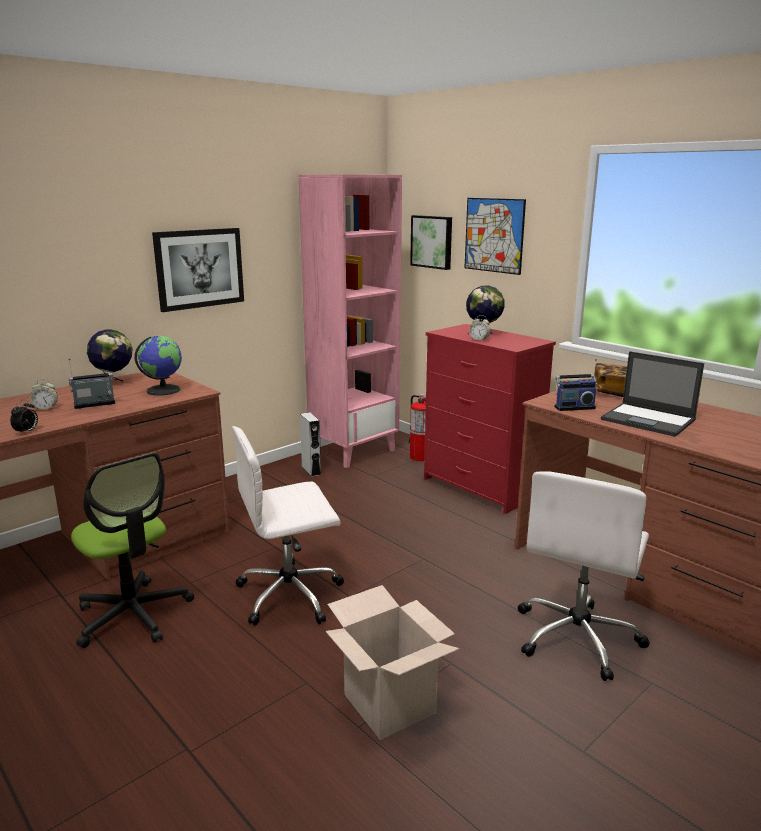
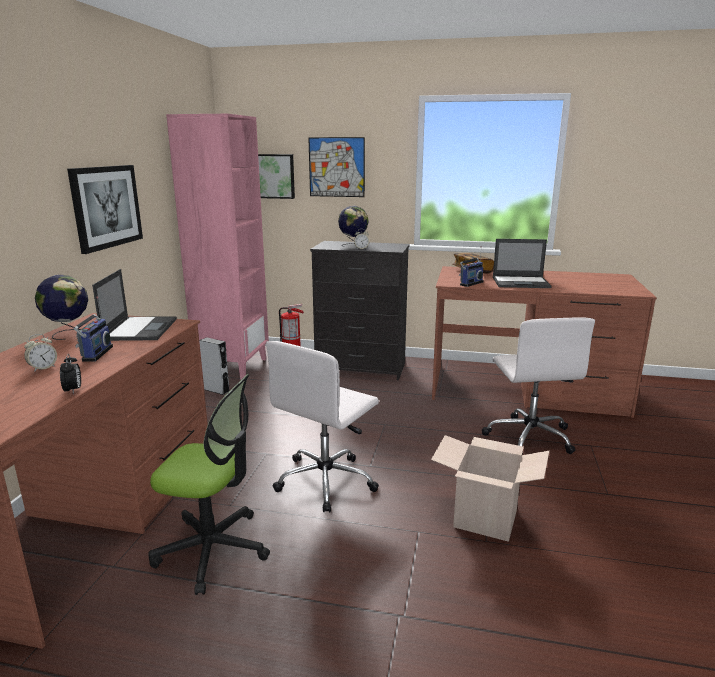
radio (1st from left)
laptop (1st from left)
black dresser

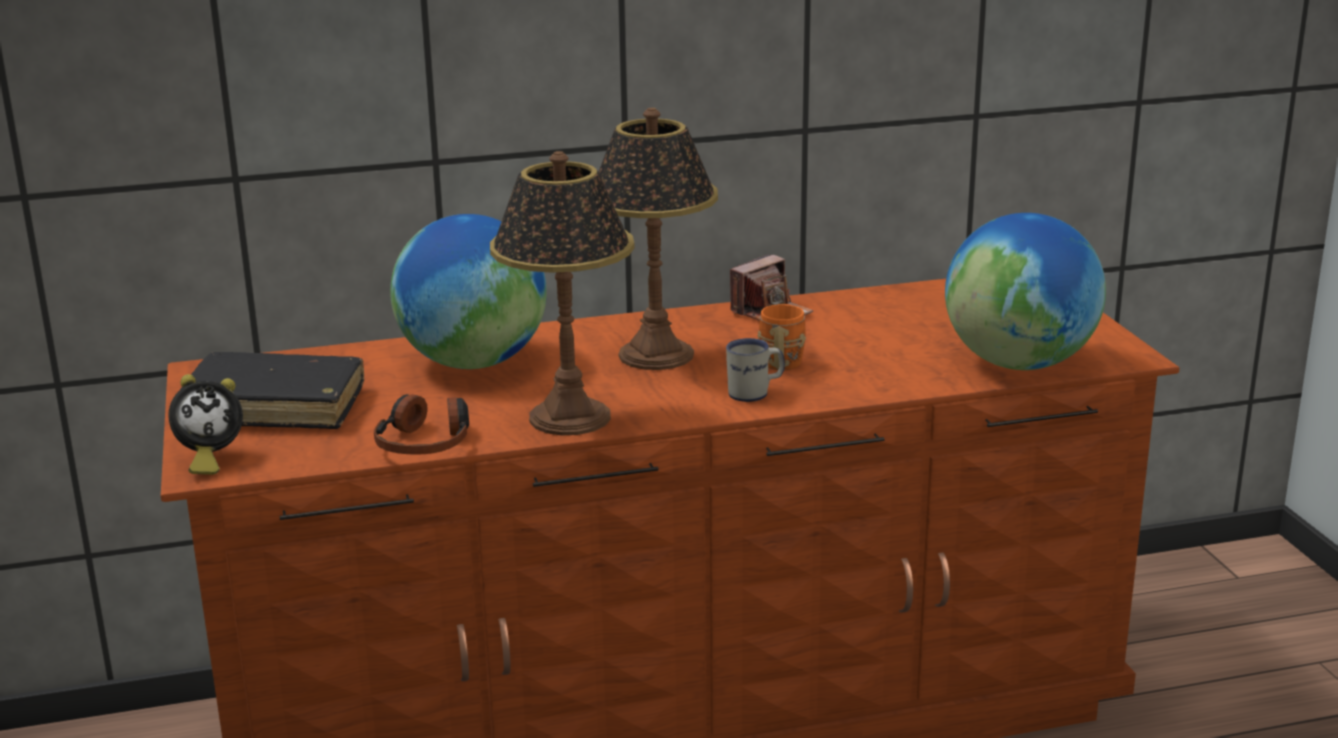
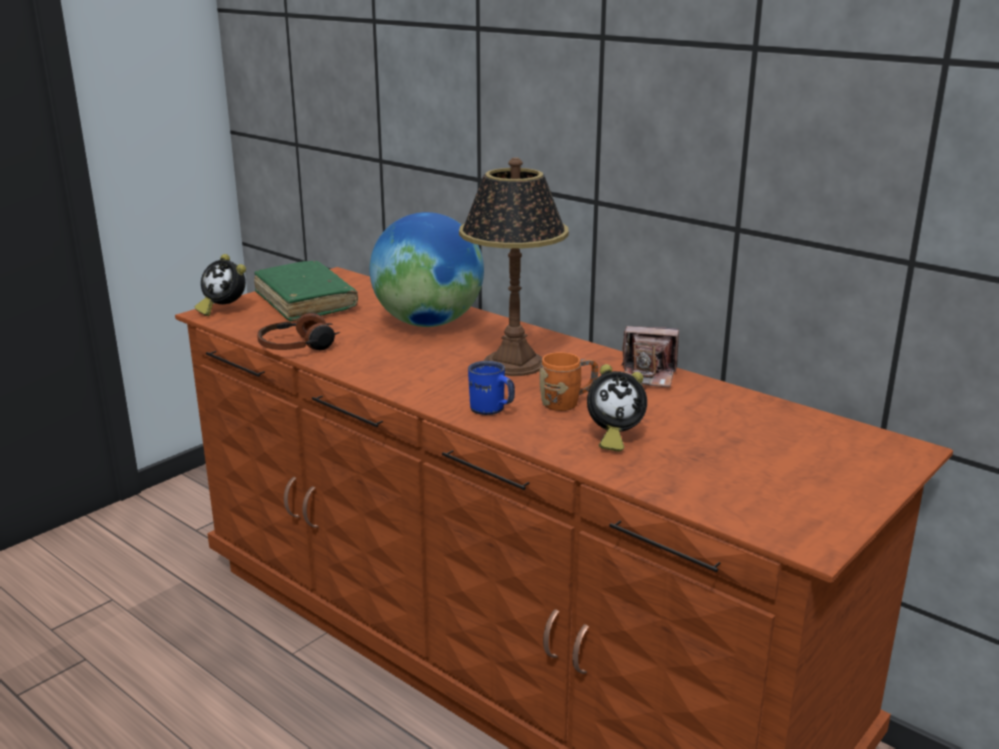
green book
blue mug
alarm clock (2nd from left)
table lamp (1st from left in the first image)
globe (2nd from left in the first image)

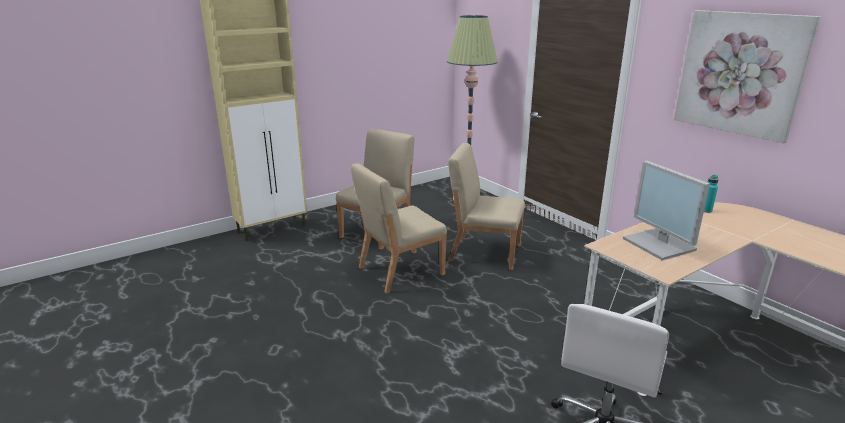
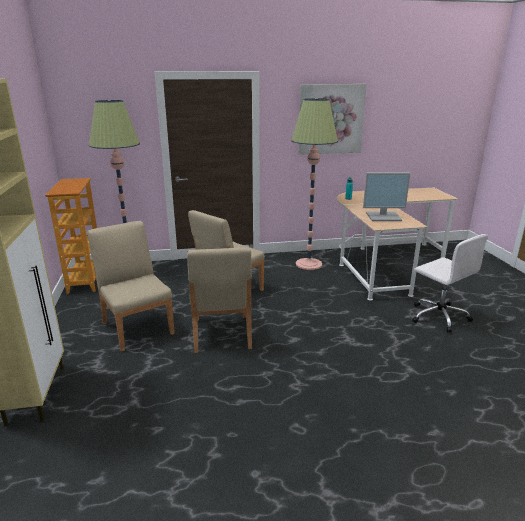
bookcase
floor lamp (2nd from left)

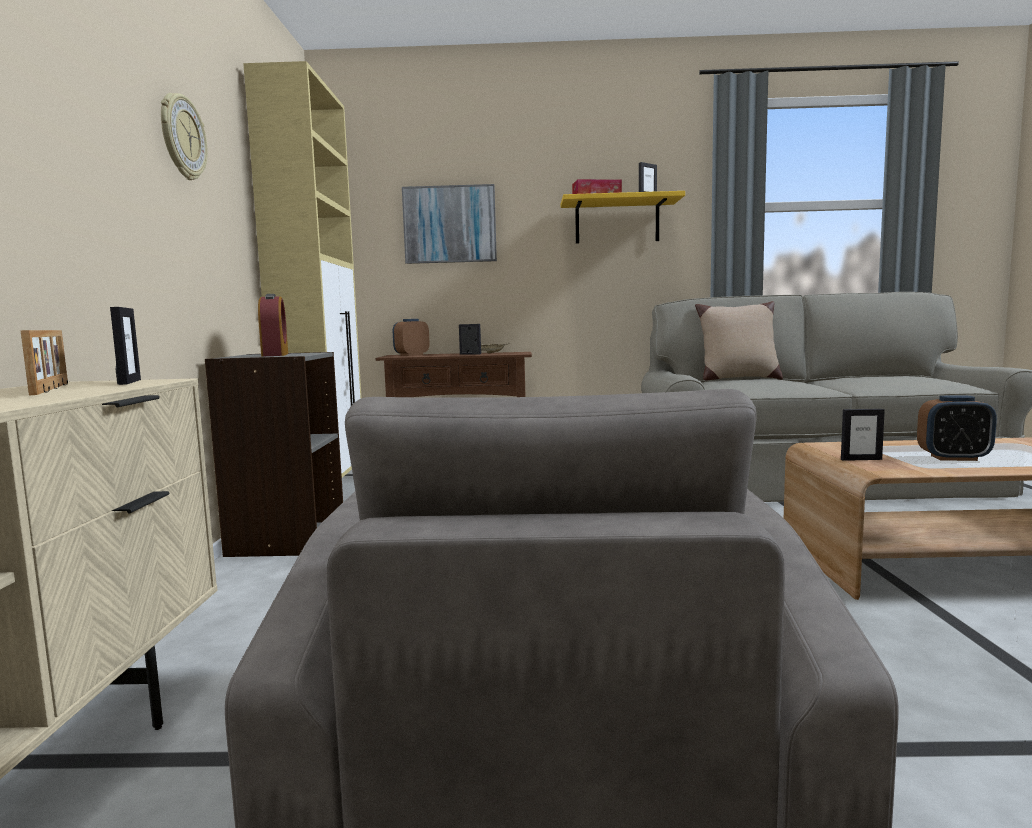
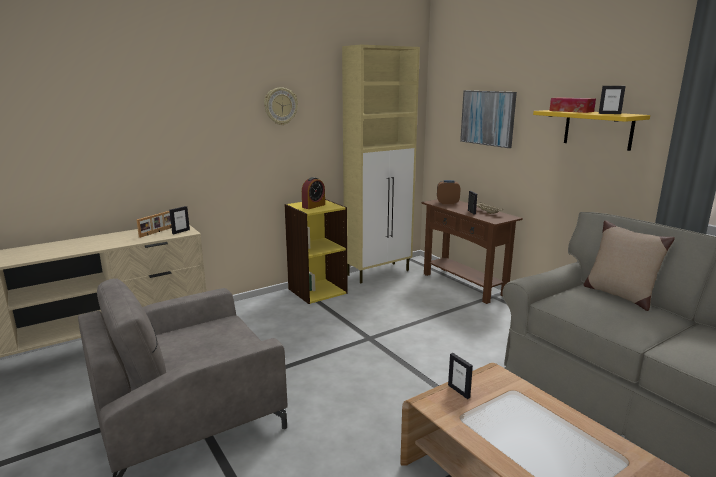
yellow bookcase
alarm clock (3rd from left in the first image)

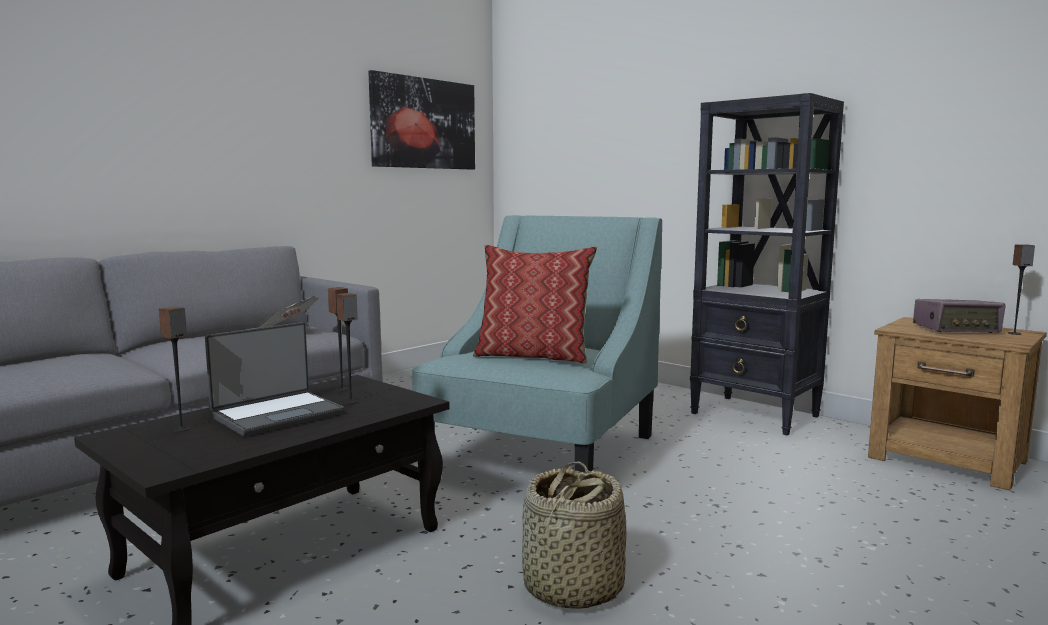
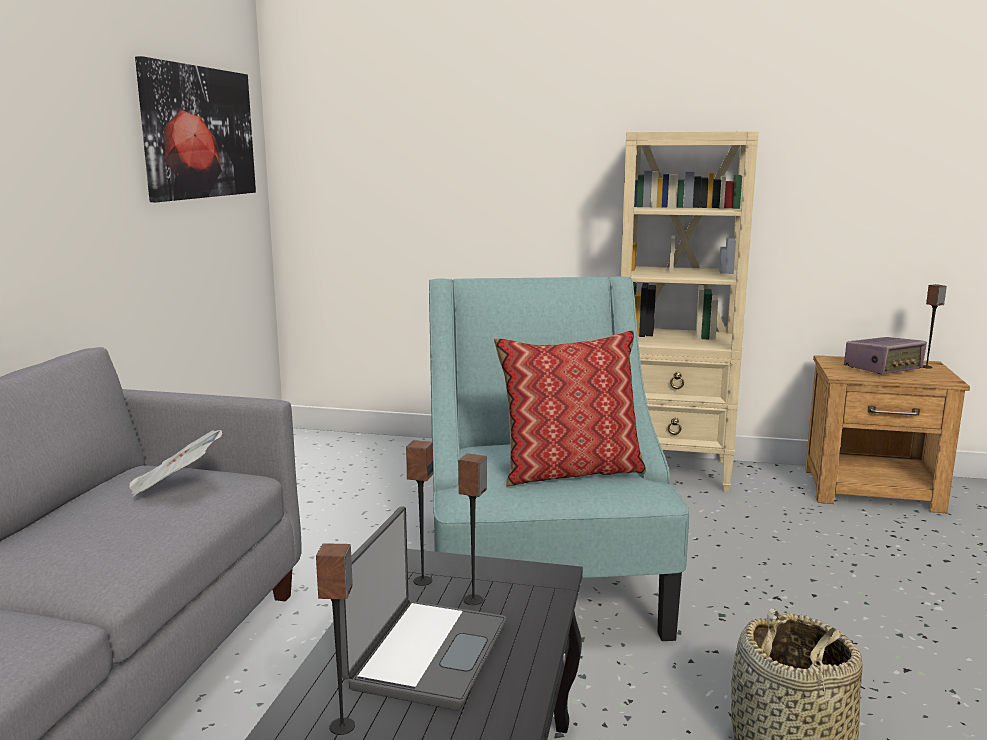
beige bookcase

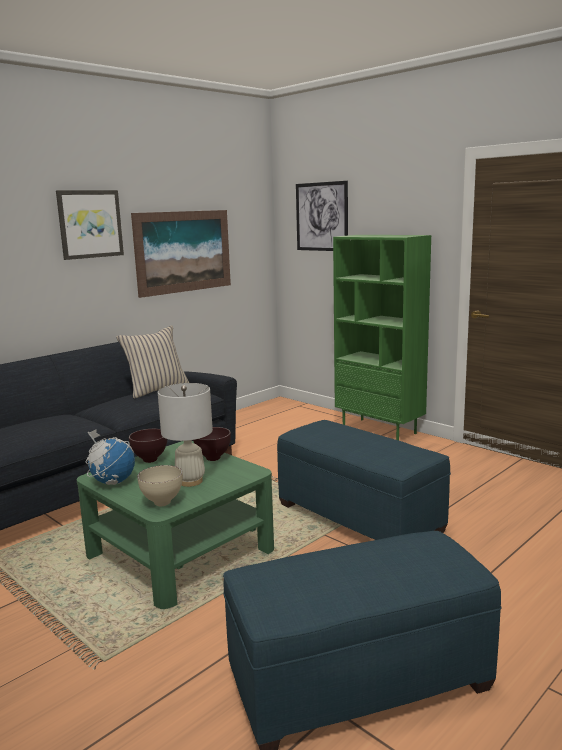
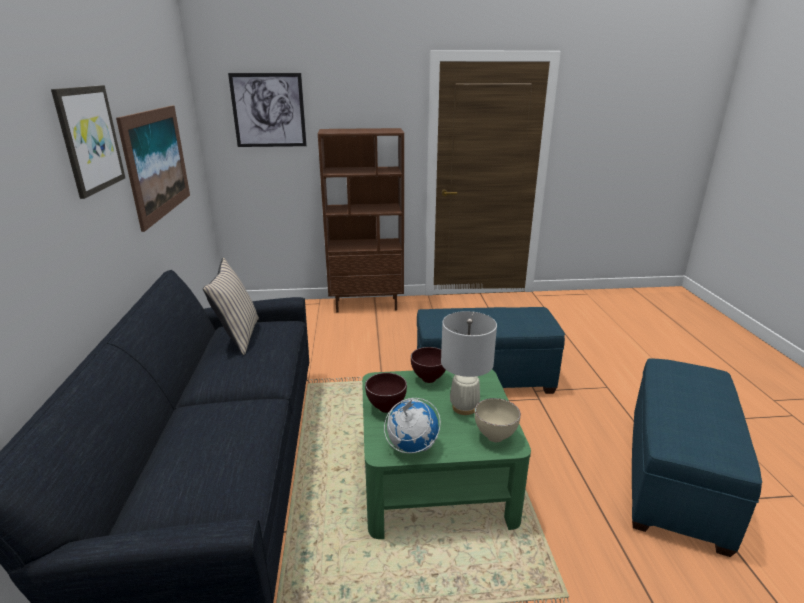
brown bookcase

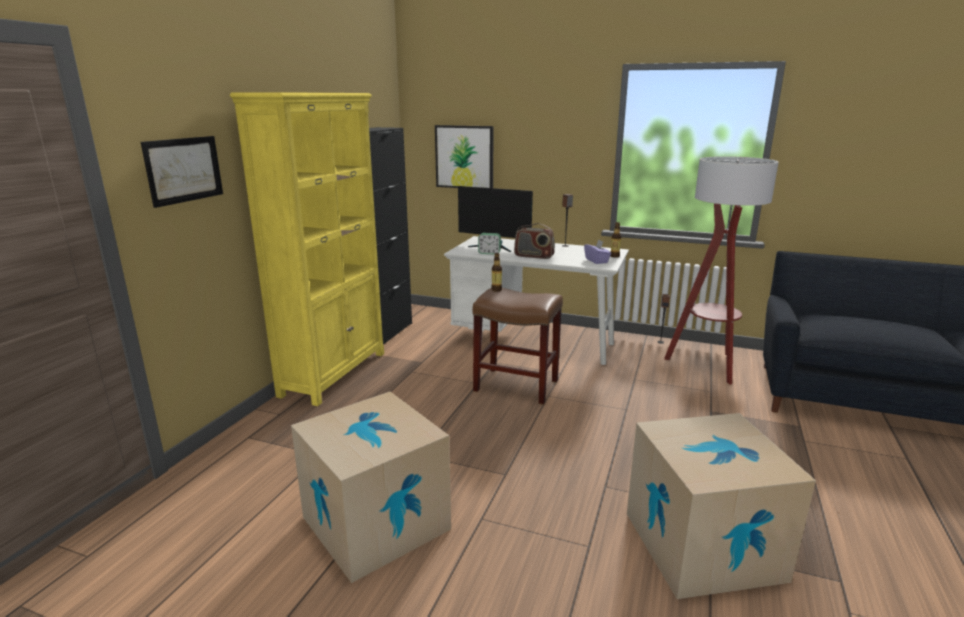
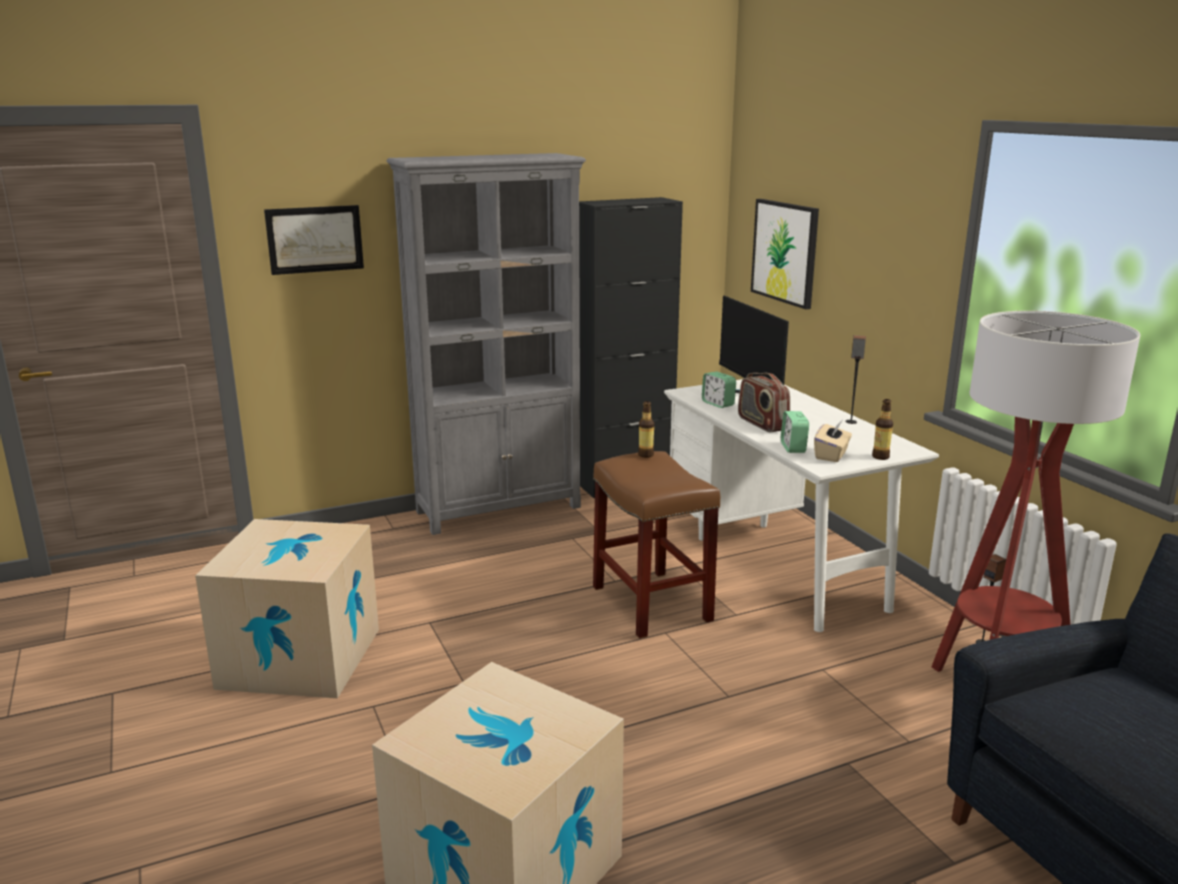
grey bookcase
alarm clock (2nd from left)
beige tissue box

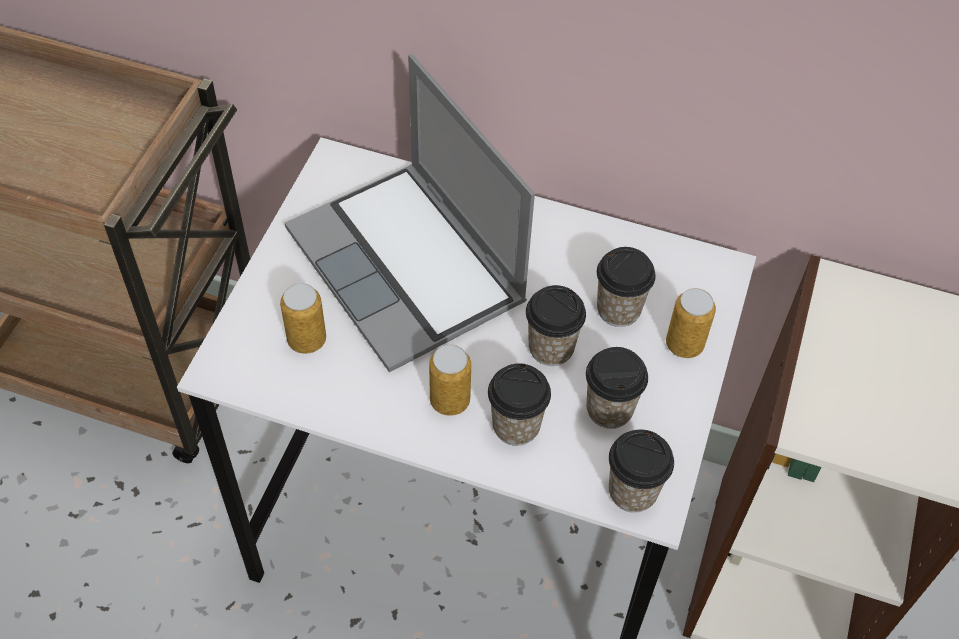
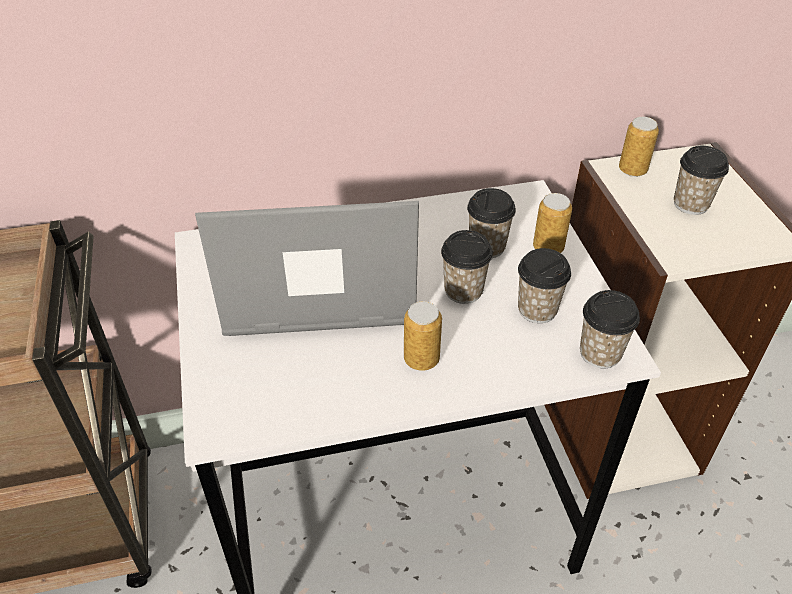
laptop
can (3rd from left)
cup (5th from left)

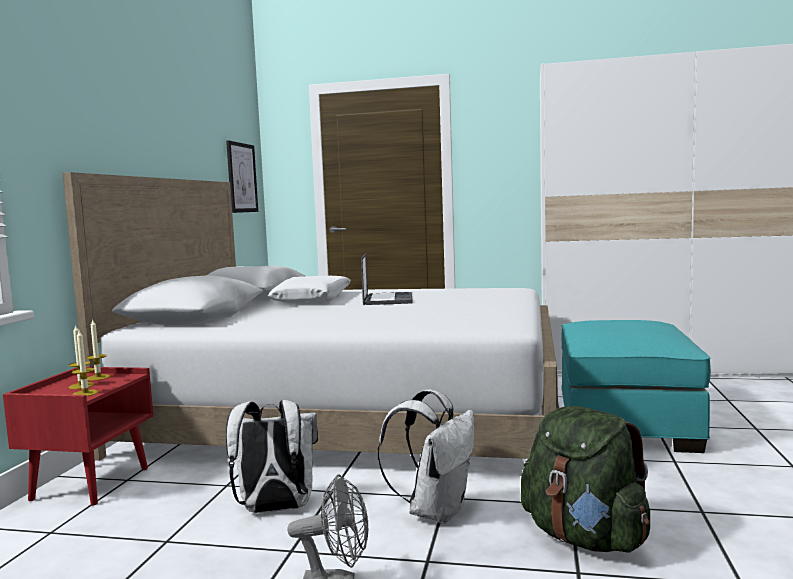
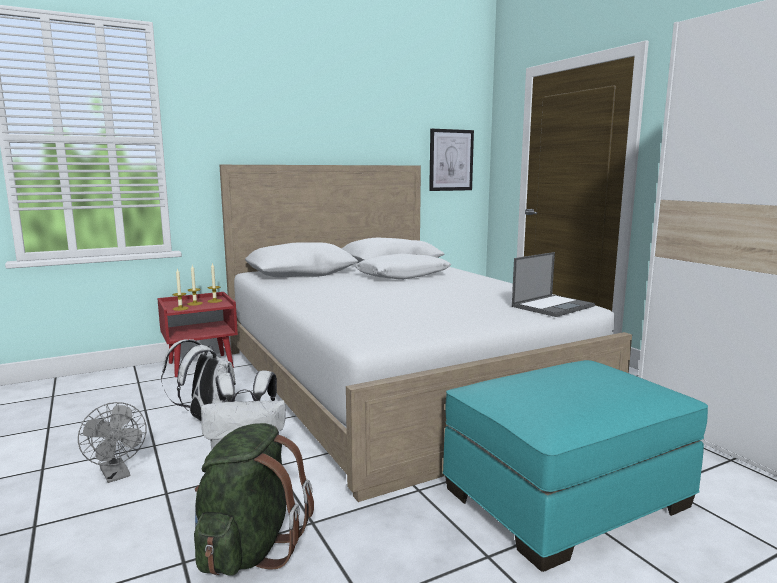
laptop

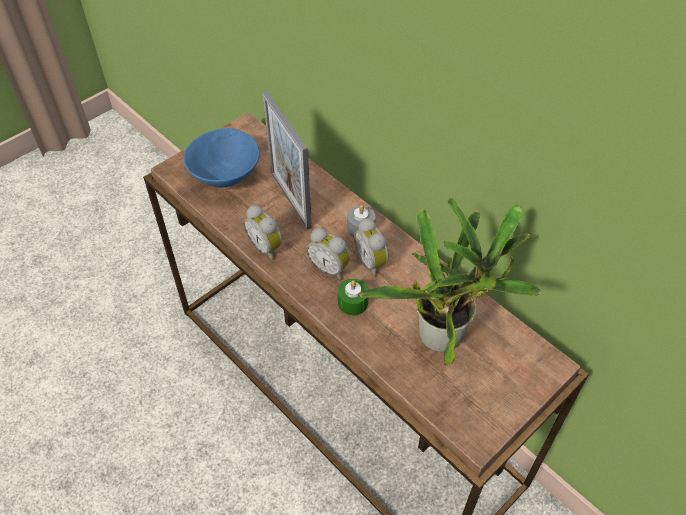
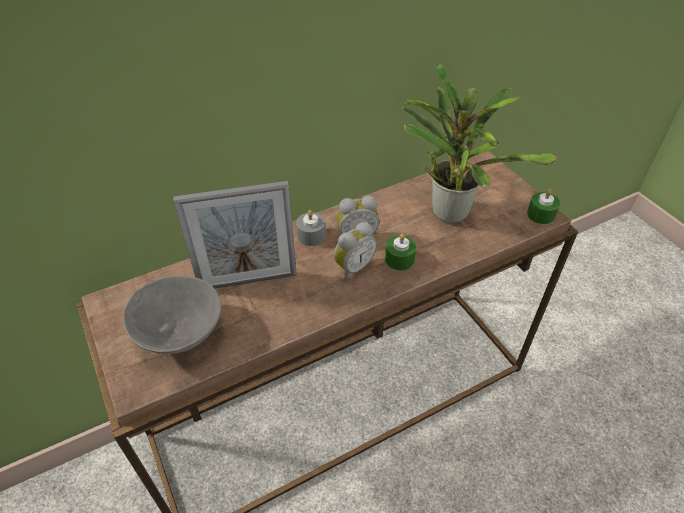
grey bowl
green candle (2nd from left)
alarm clock (1st from left in the first image)

